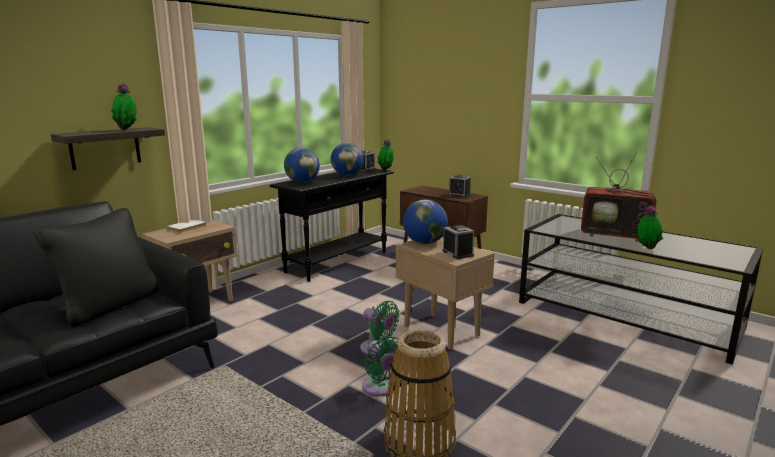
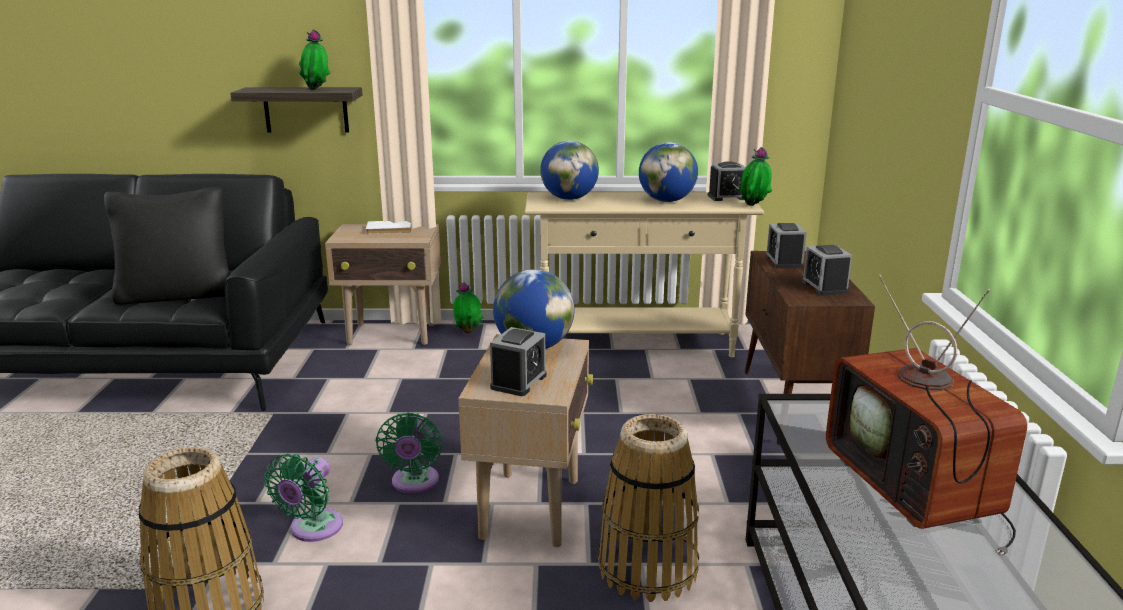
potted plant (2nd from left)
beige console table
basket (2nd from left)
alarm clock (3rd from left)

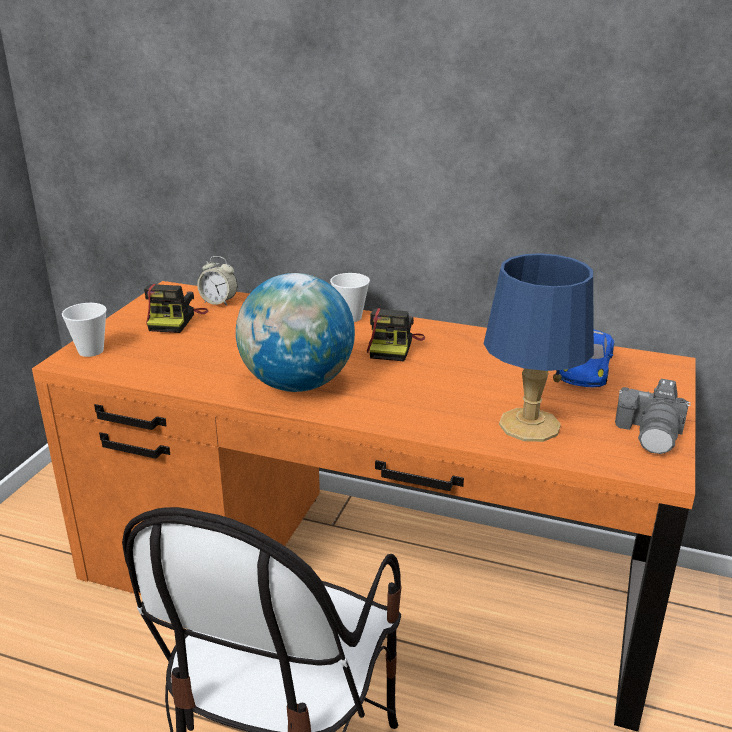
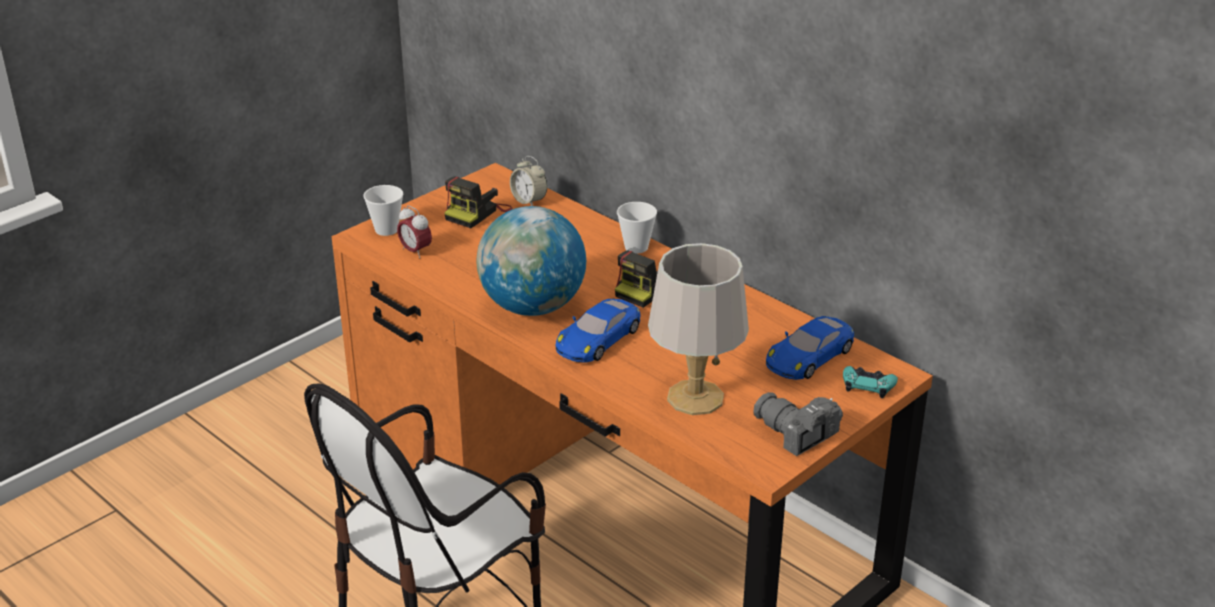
alarm clock (1st from left)
blue toy car (1st from left)
grey table lamp
photo camera (3rd from left)
turquoise game controller

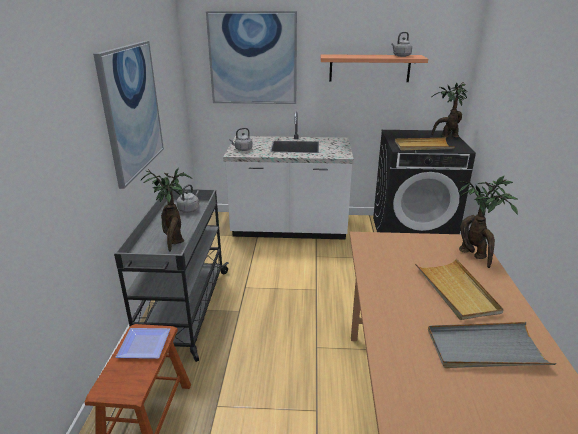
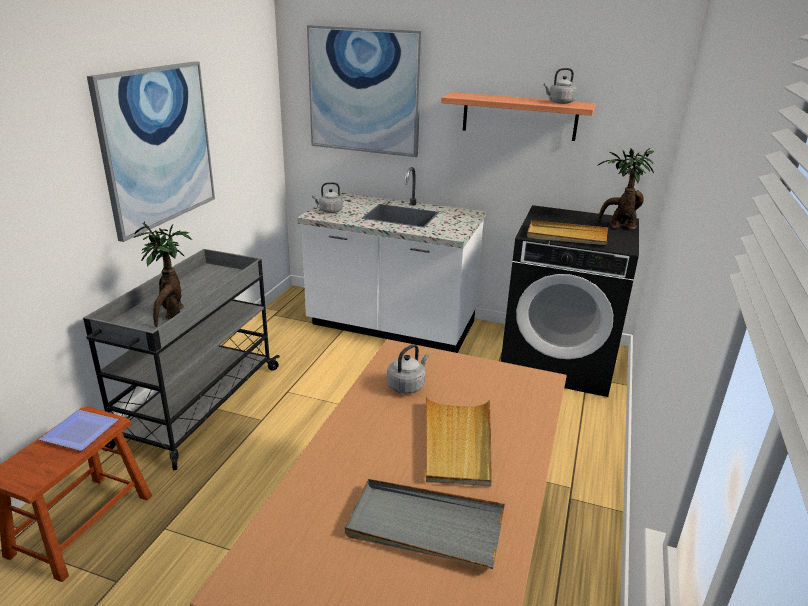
grey kettle (2nd from left)
potted plant (3rd from left in the first image)

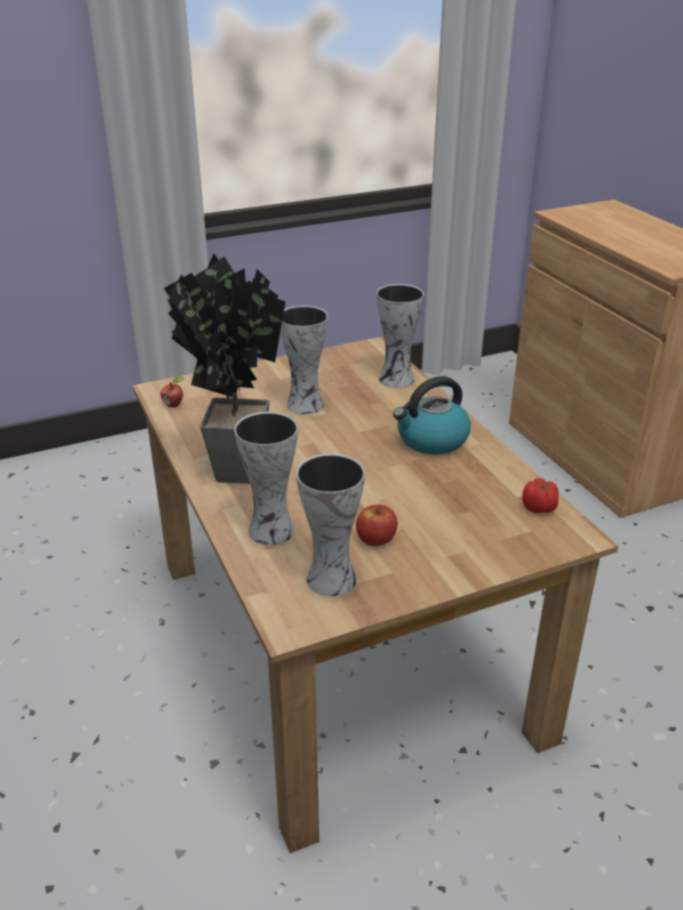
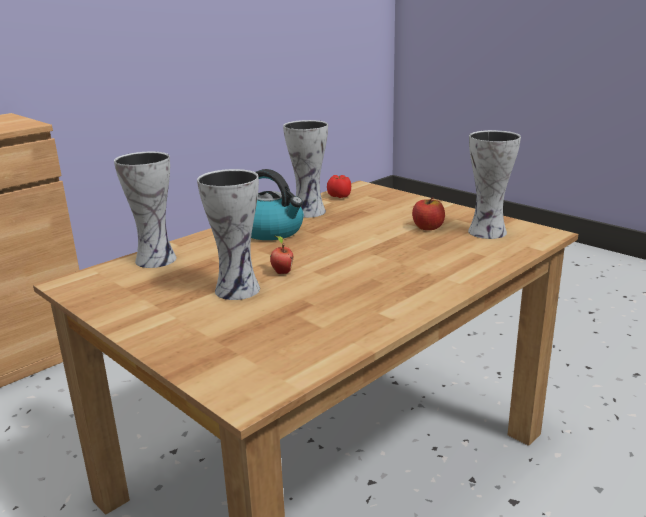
apple (1st from left)
vase (3rd from left)
potted plant

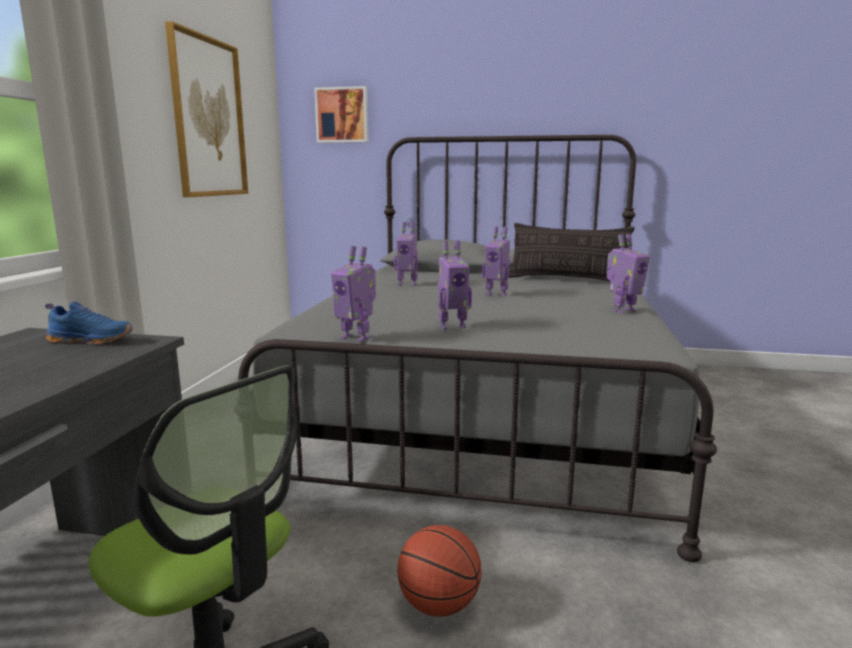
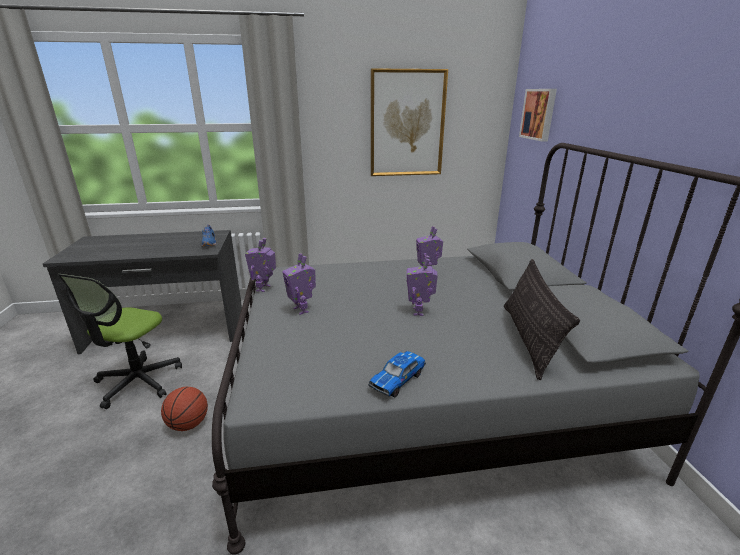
toy car

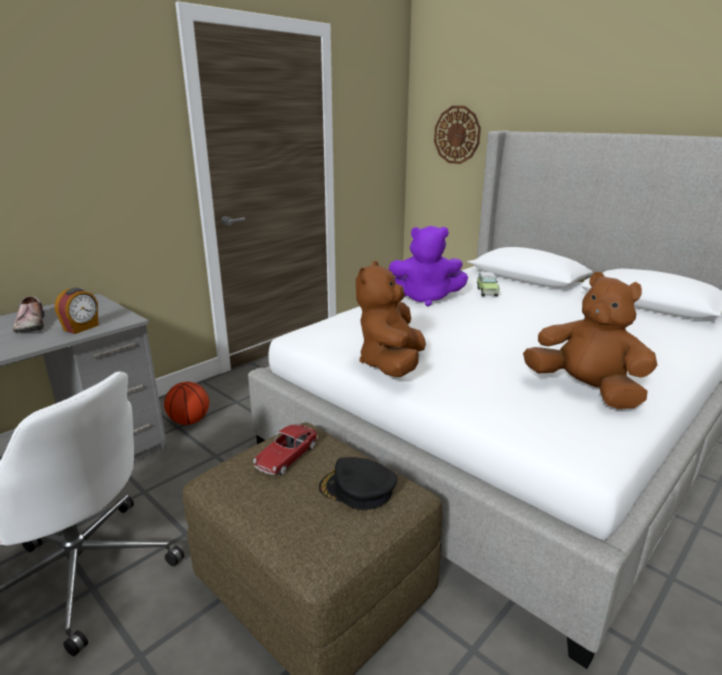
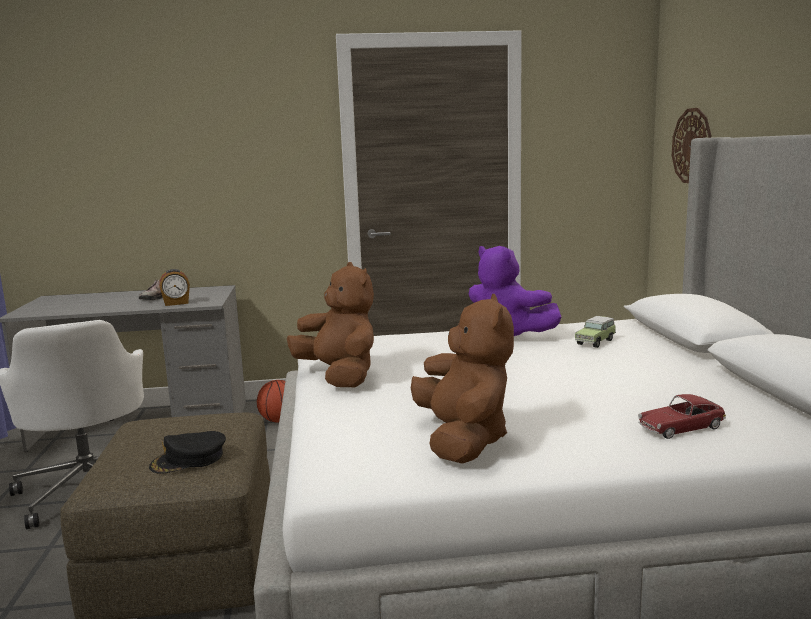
black cap
brown plush toy (1st from left)
toy car (2nd from left)

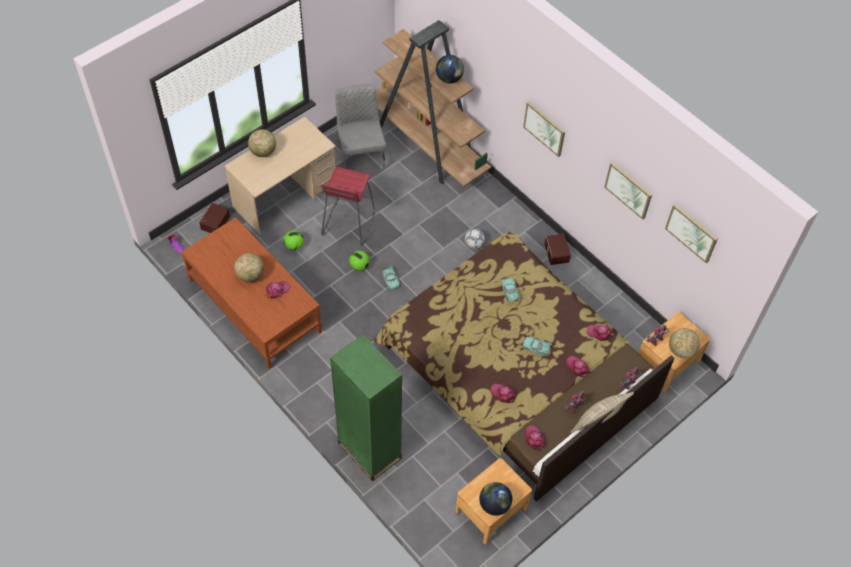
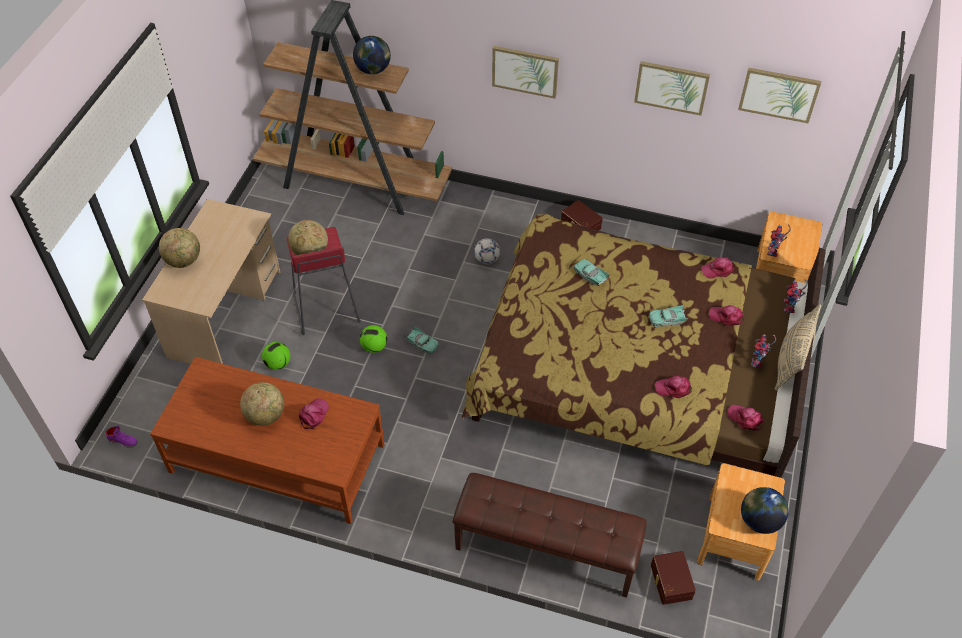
globe (3rd from left)
brown bench
brown storage box (2nd from left)
grey chair

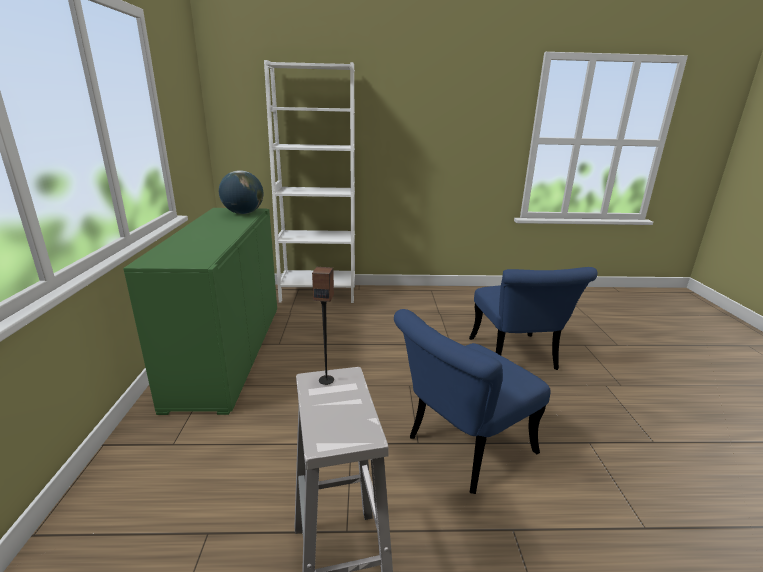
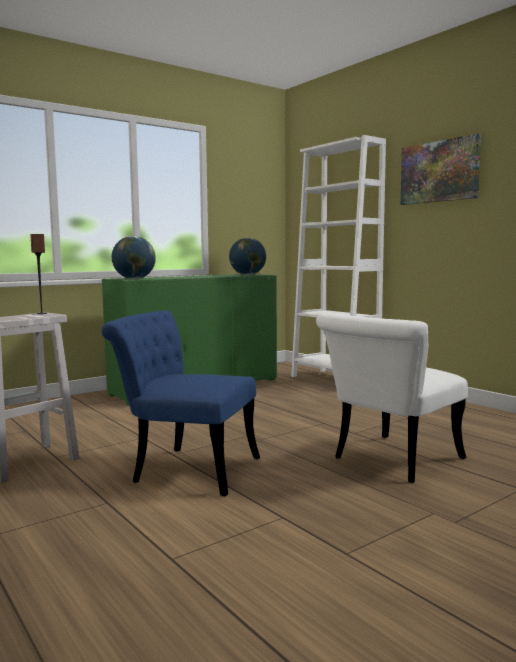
globe (1st from left)
white chair
picture

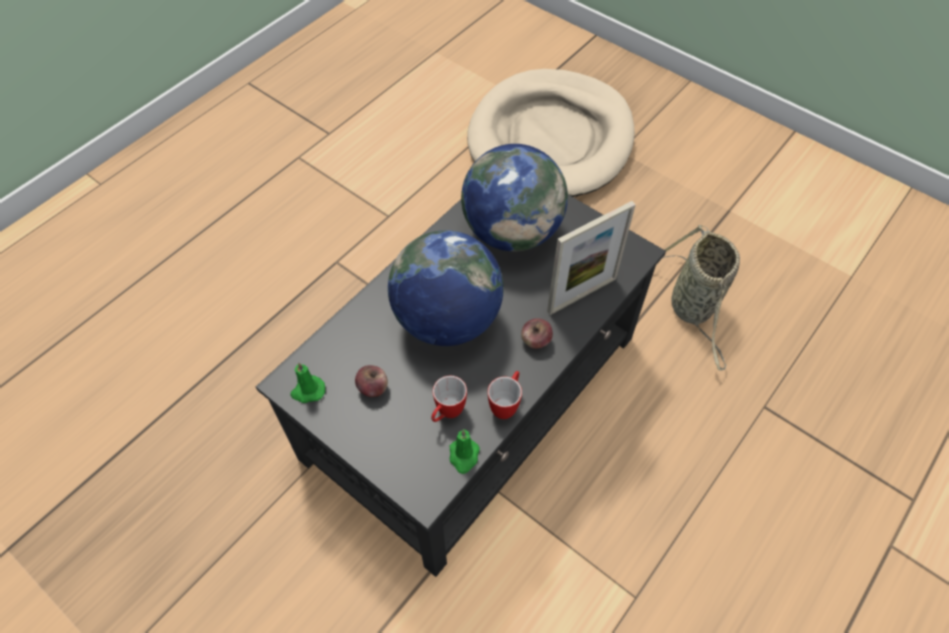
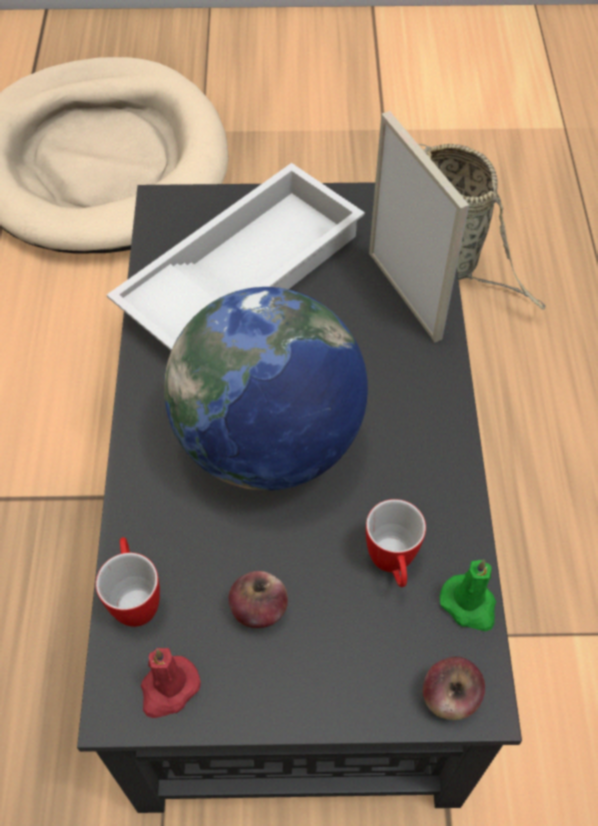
mug (1st from left)
white tray
red candle
picture frame
apple (2nd from left)

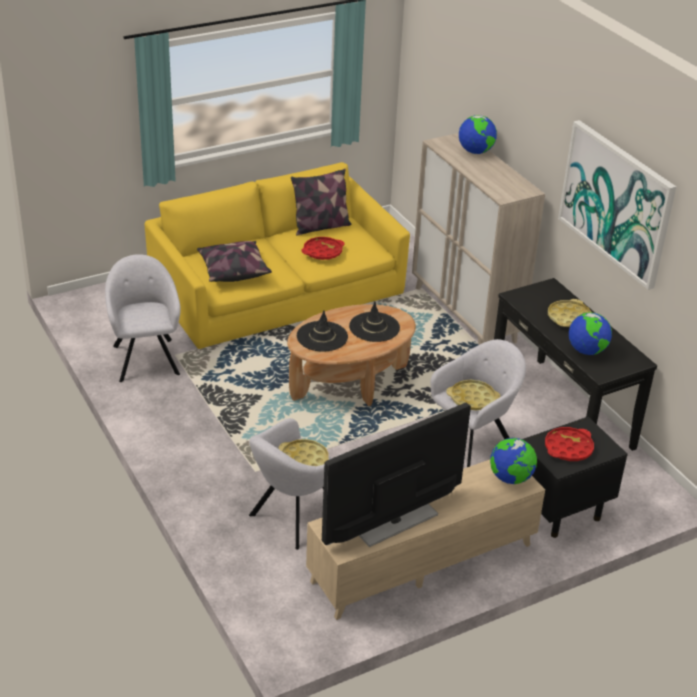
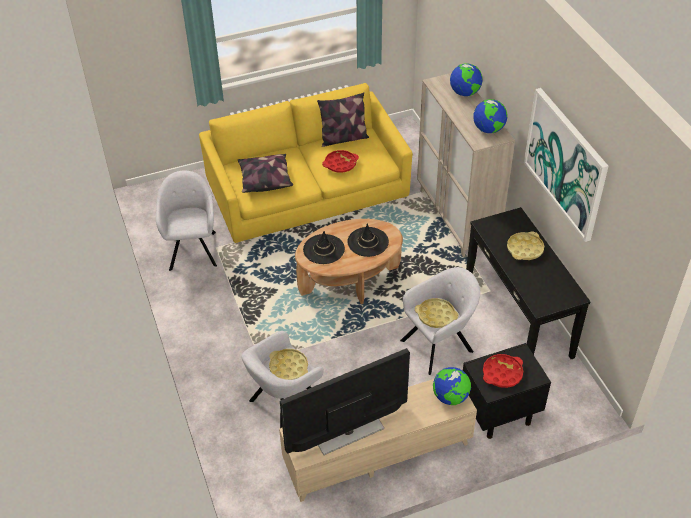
globe (3rd from left)

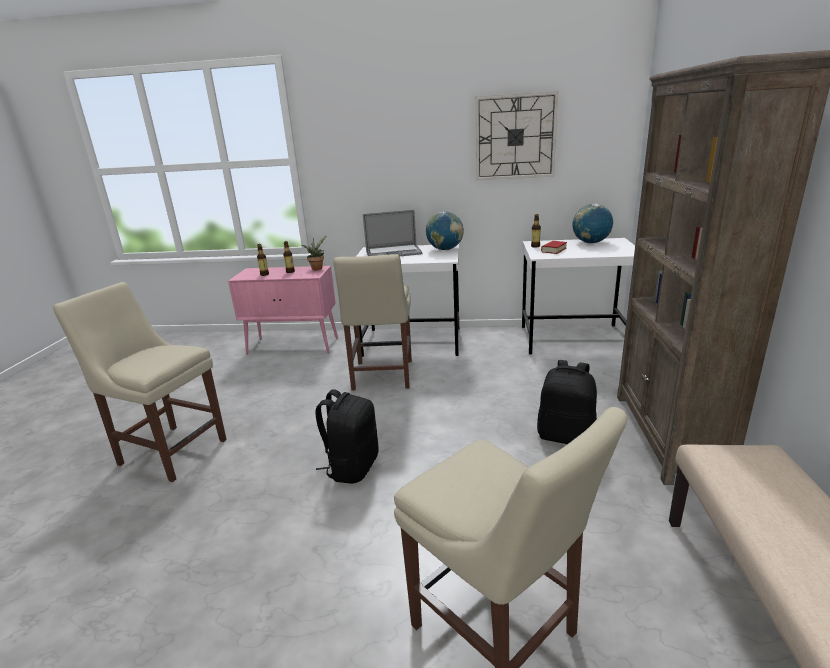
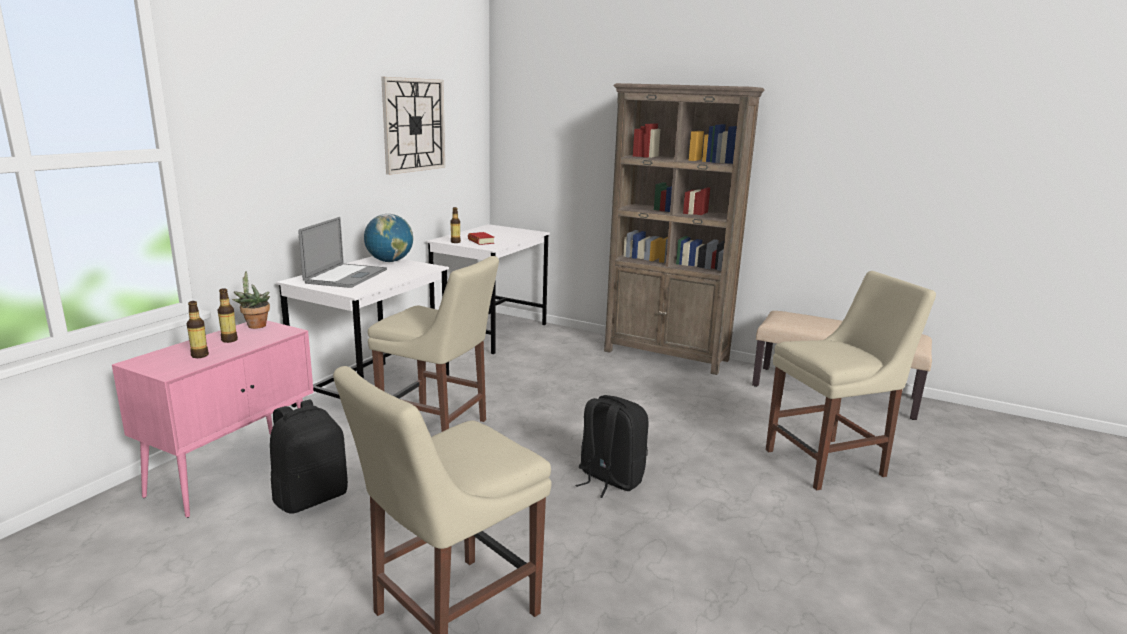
black backpack (1st from left)
globe (2nd from left in the first image)

